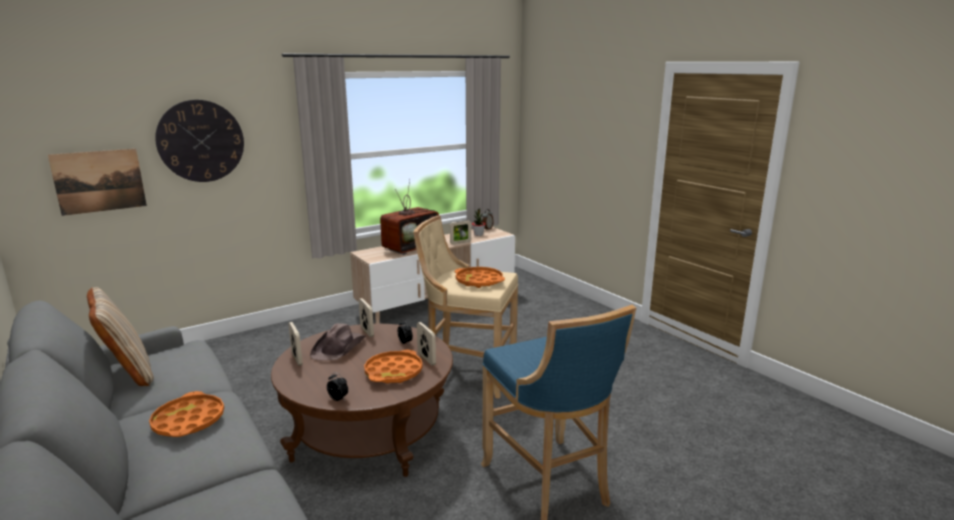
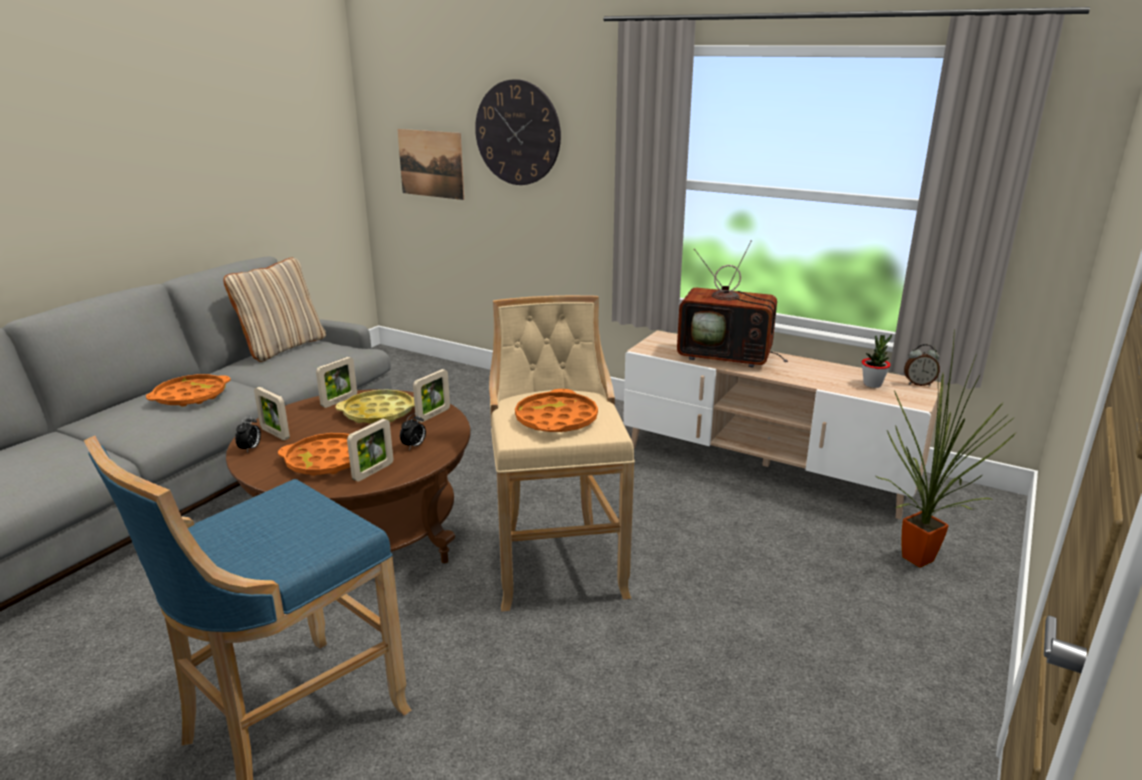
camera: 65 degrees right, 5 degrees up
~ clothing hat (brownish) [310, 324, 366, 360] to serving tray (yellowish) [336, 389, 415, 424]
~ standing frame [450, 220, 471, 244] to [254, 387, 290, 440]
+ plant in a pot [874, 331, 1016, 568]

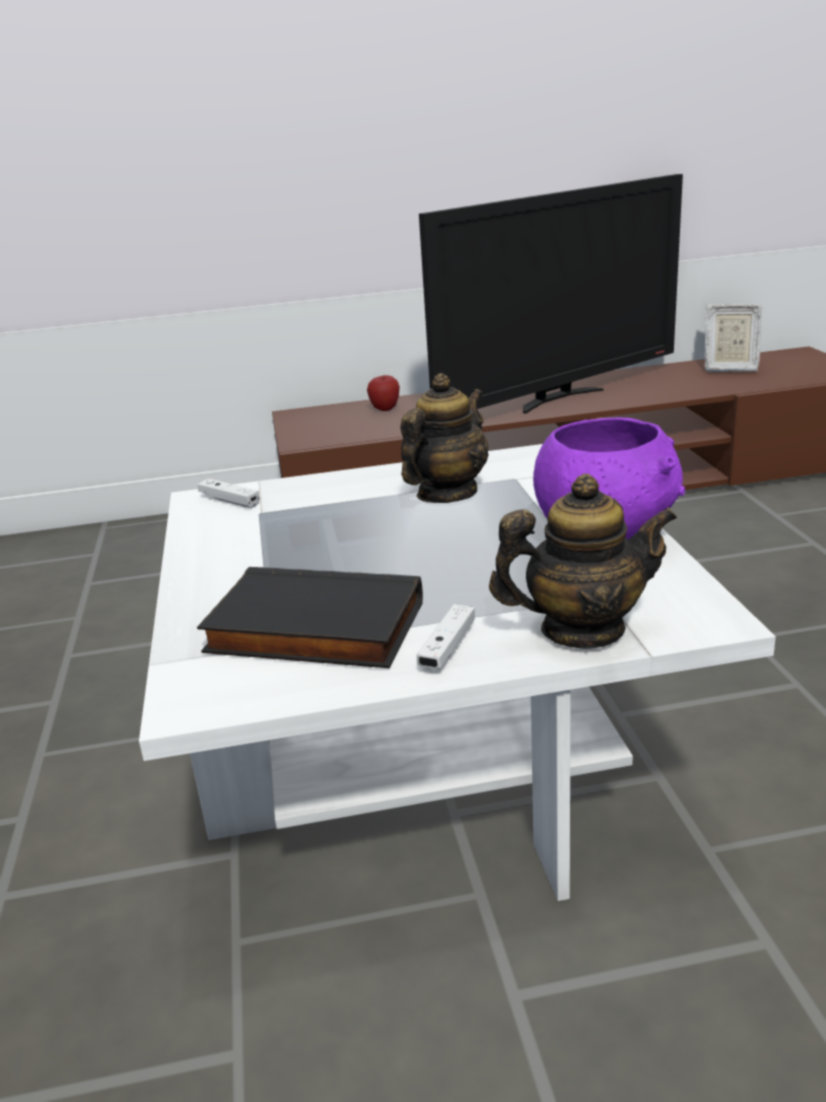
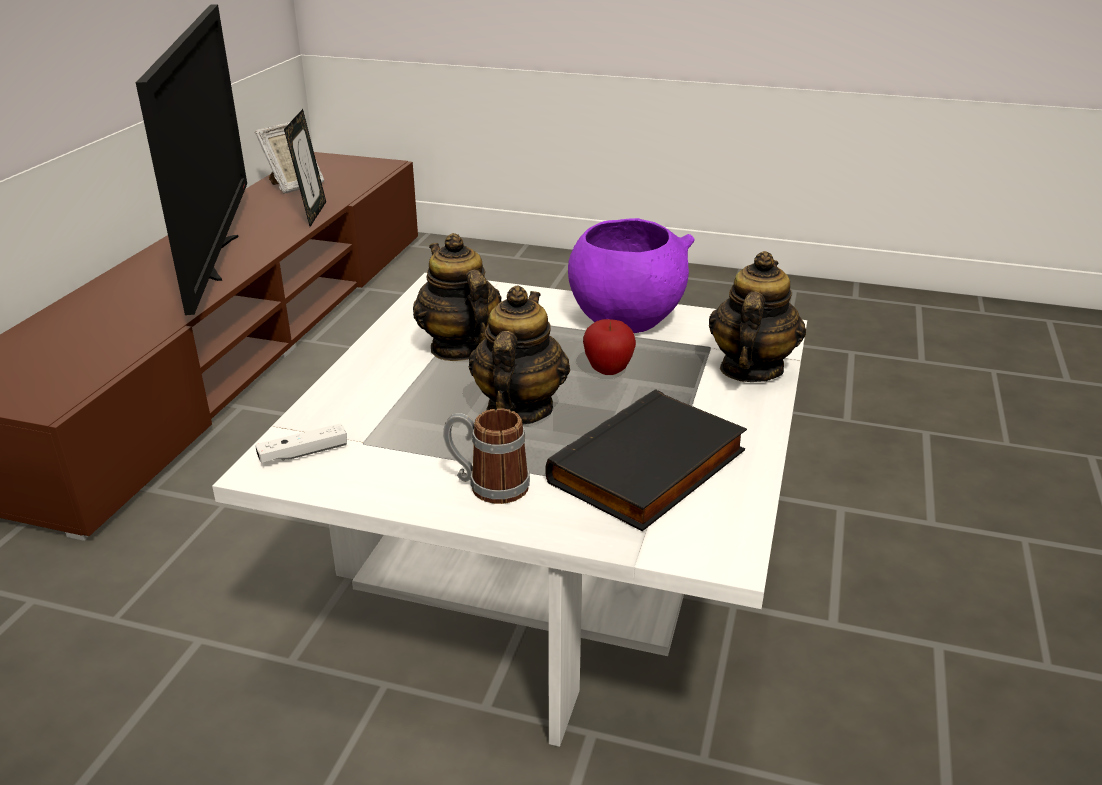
camera: 65 degrees left, 5 degrees up
~ whole apple [367, 375, 400, 411] to [583, 319, 636, 375]
- game controller (white) [417, 604, 475, 669]
+ standing frame [284, 109, 326, 227]
+ coffee mug [443, 408, 530, 504]
+ tea pot [469, 286, 570, 424]

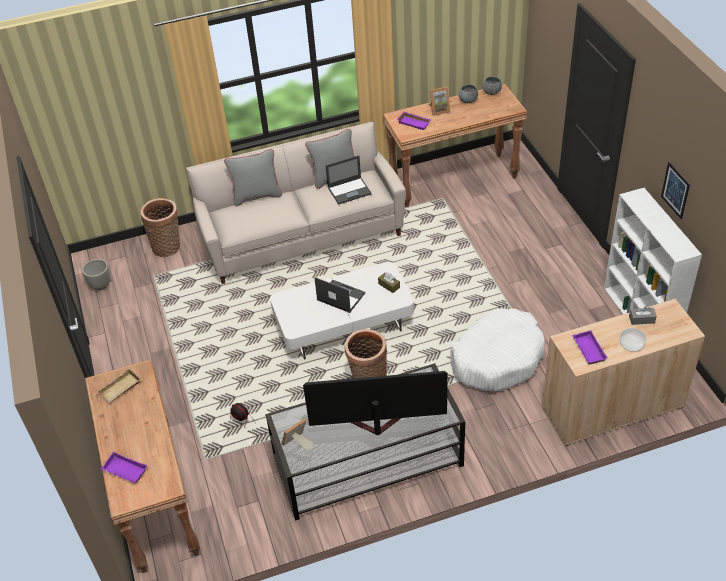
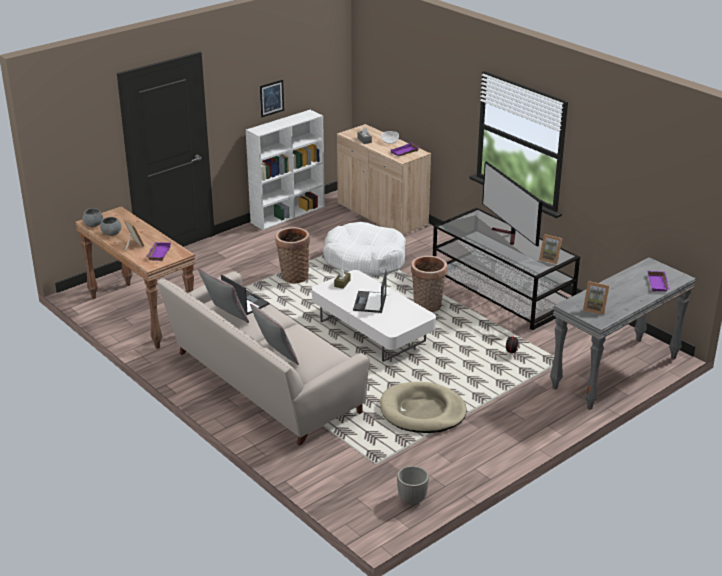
camera: 115 degrees left, 15 degrees down
~ narrow table (brownish) [85, 360, 200, 573] to narrow table (grey) [550, 257, 696, 410]
~ serving tray (beige-coloured) [97, 368, 141, 403] to standing frame [583, 281, 610, 315]
~ household basket [141, 198, 180, 257] to [275, 227, 310, 284]
+ dog cushion (beige-coloured) [380, 382, 467, 433]

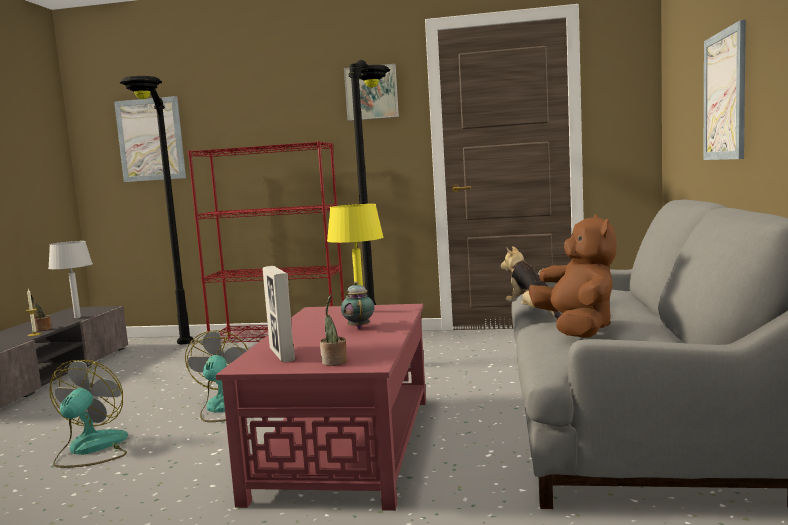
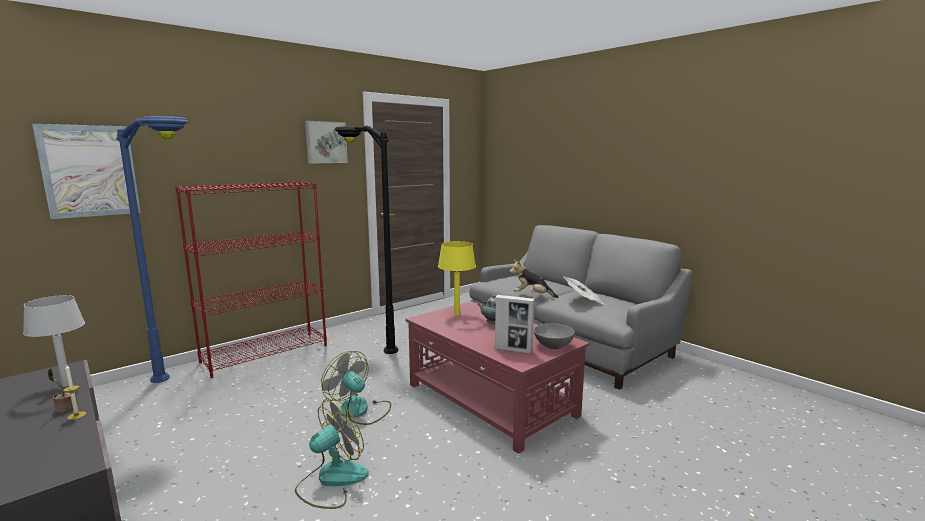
camera: 50 degrees left, 5 degrees up
~ cooling fan [49, 360, 128, 468] = [295, 399, 369, 509] 90 degrees clockwise
~ standing lamp (blackish) [120, 76, 194, 344] to standing lamp (blue) [116, 116, 190, 383]
~ plant in a pot [320, 294, 347, 366] to deep dish (grey) [534, 323, 575, 349]
~ soft toy (brownish) [529, 214, 617, 338] to daily paper [563, 276, 604, 304]
- wall picture [704, 20, 746, 160]

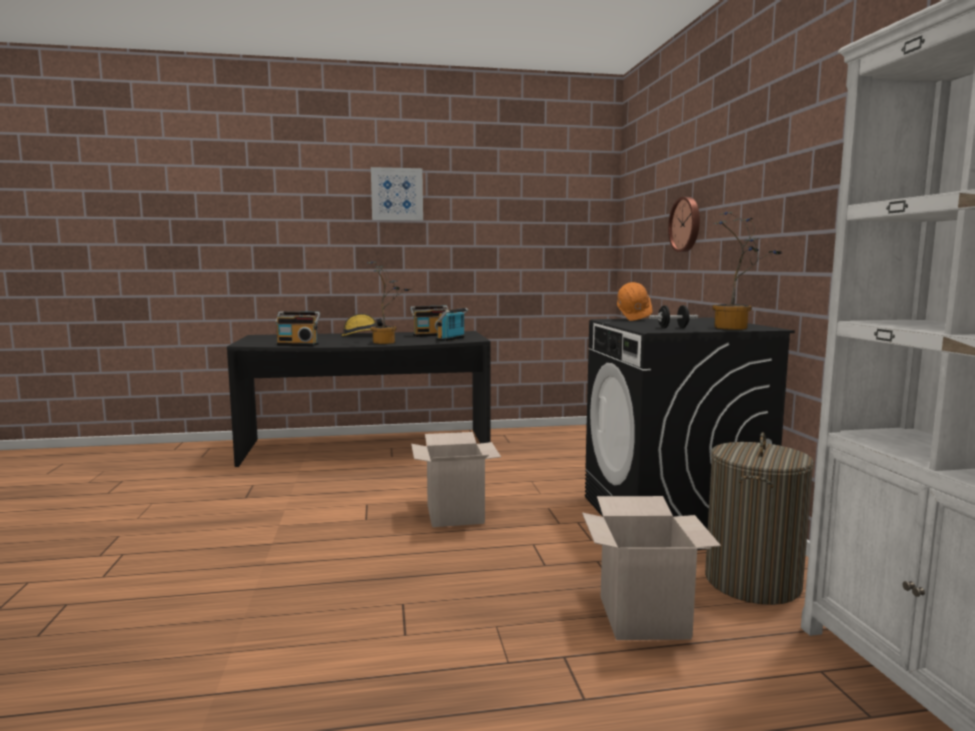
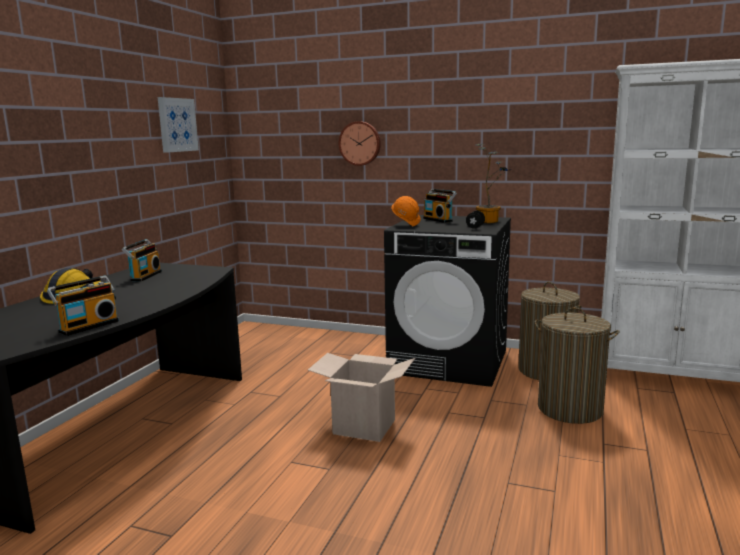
camera: 60 degrees left, 5 degrees up
- plant in a pot [367, 262, 411, 344]
~ wall picture [371, 167, 423, 221] to [158, 97, 199, 153]
~ radio [436, 308, 468, 341] to [423, 189, 457, 223]
~ packing box [582, 496, 721, 640] to laundry basket [535, 307, 619, 424]

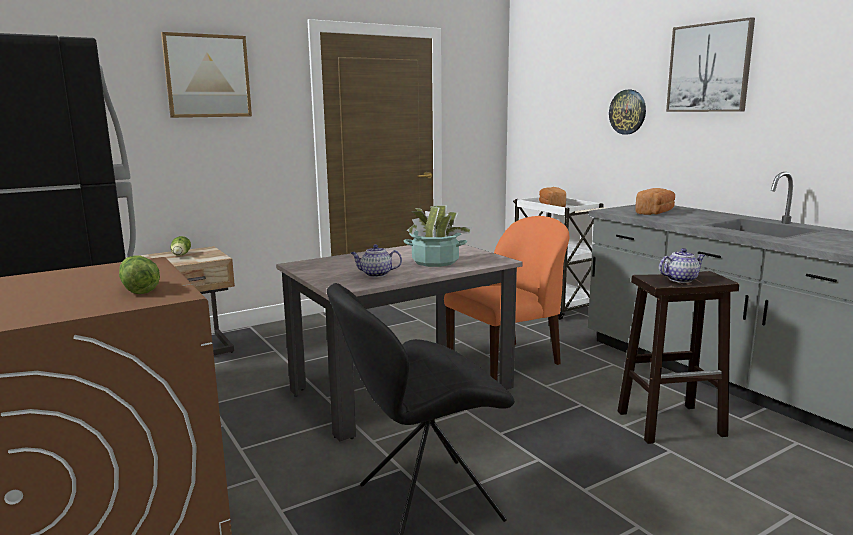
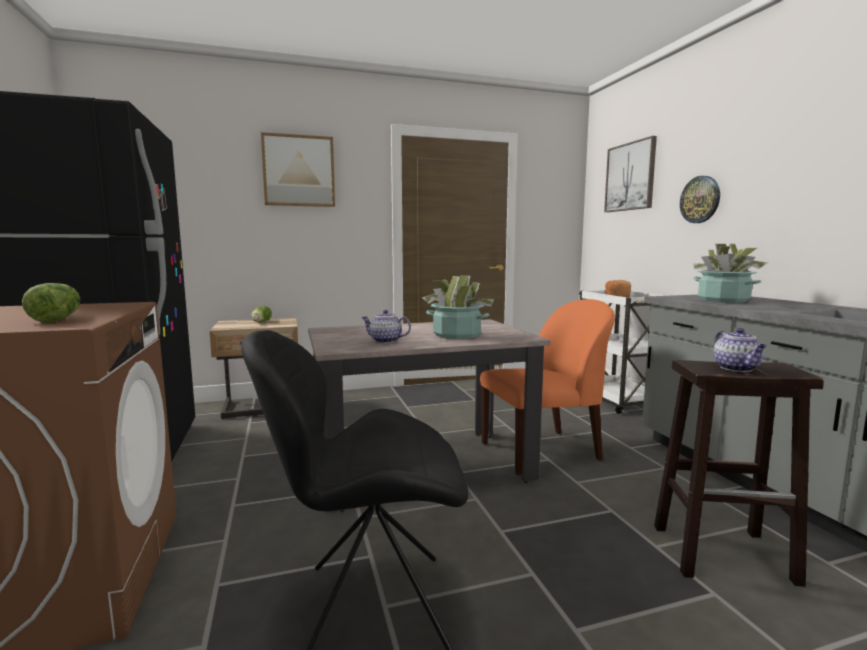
camera: 15 degrees right, 5 degrees down
~ bread [635, 188, 675, 215] to plant in a pot [693, 244, 767, 303]
~ tea pot [659, 248, 705, 283] = [714, 328, 767, 372] 90 degrees clockwise
~ wall picture [666, 17, 755, 112] to [604, 136, 657, 212]

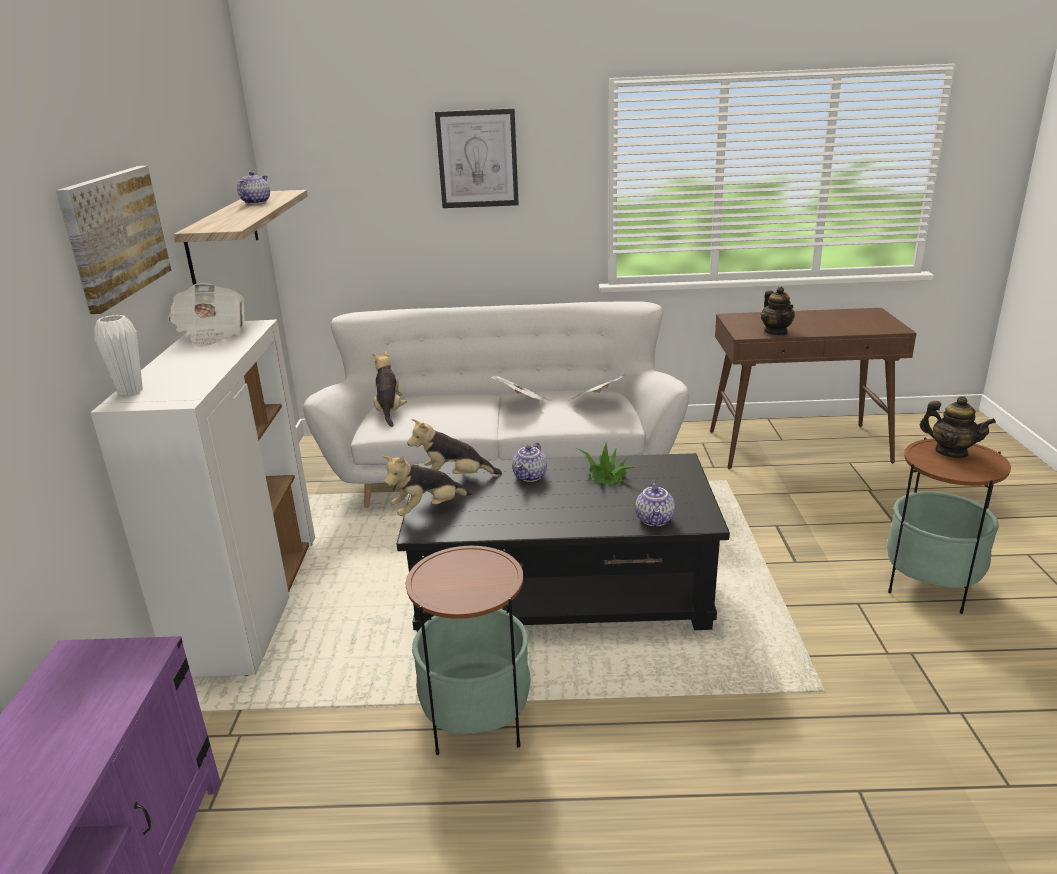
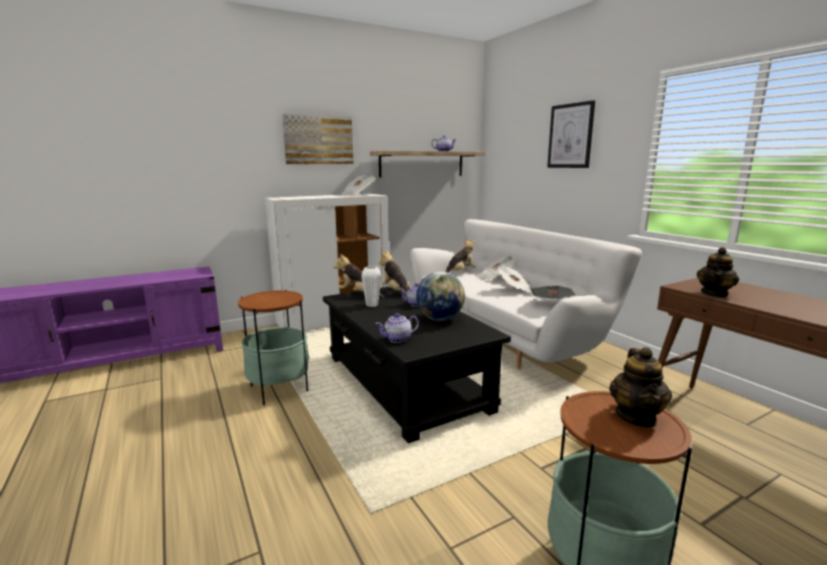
camera: 60 degrees right, 10 degrees down
~ decorative vase (white) [94, 315, 143, 396] to [361, 266, 381, 307]
~ plant in a pot [576, 443, 637, 485] to globe [416, 272, 465, 321]
+ daily paper [476, 256, 514, 280]

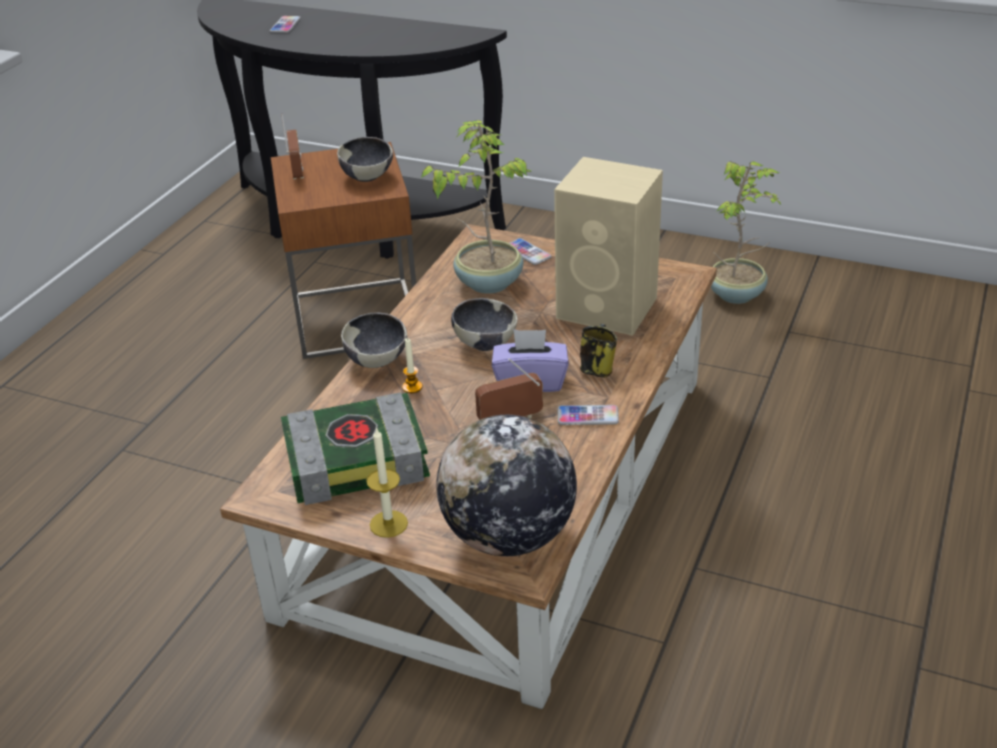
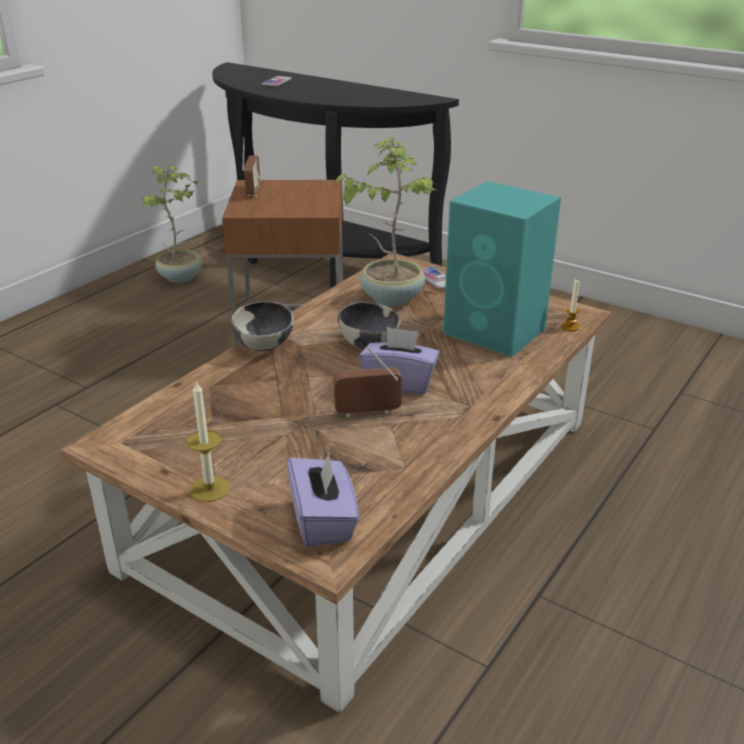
camera: 10 degrees right, 5 degrees down
- book [281, 392, 430, 505]
- deep dish [337, 137, 393, 182]
~ wax candle [402, 338, 422, 393] to [562, 280, 580, 331]
~ globe [436, 415, 577, 556] to tissue holder (purple) [287, 452, 359, 547]
~ audio speaker (beige-coloured) [554, 157, 663, 336] to audio speaker (blue-green) [443, 181, 561, 357]
- telephone [558, 405, 619, 425]
- coffee mug [580, 324, 617, 378]
~ plant in a pot [711, 161, 781, 304] to [142, 165, 202, 283]

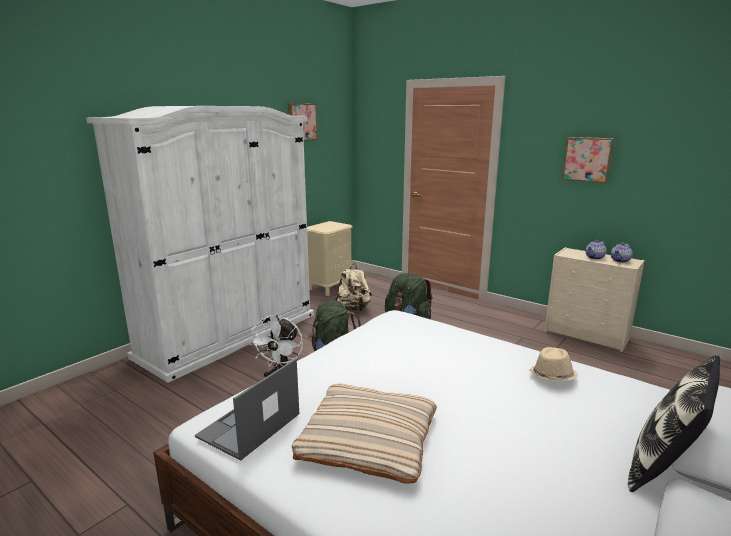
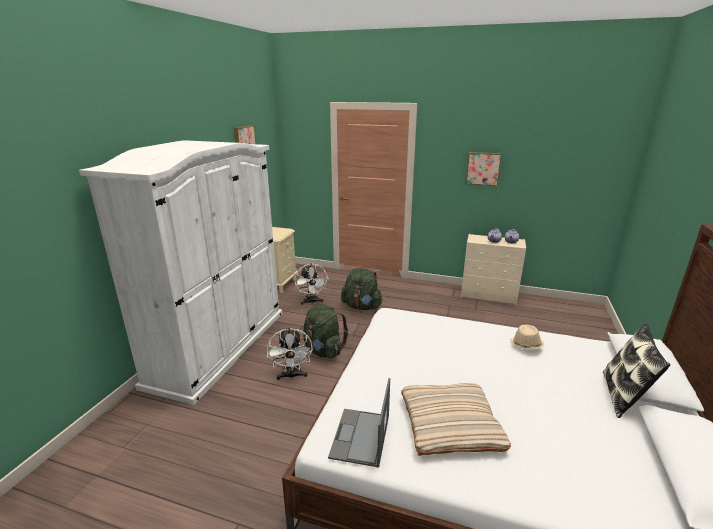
camera: 20 degrees left, 5 degrees up
~ rucksack (beige-coloured) [335, 264, 372, 311] to cooling fan (white) [295, 263, 328, 305]

